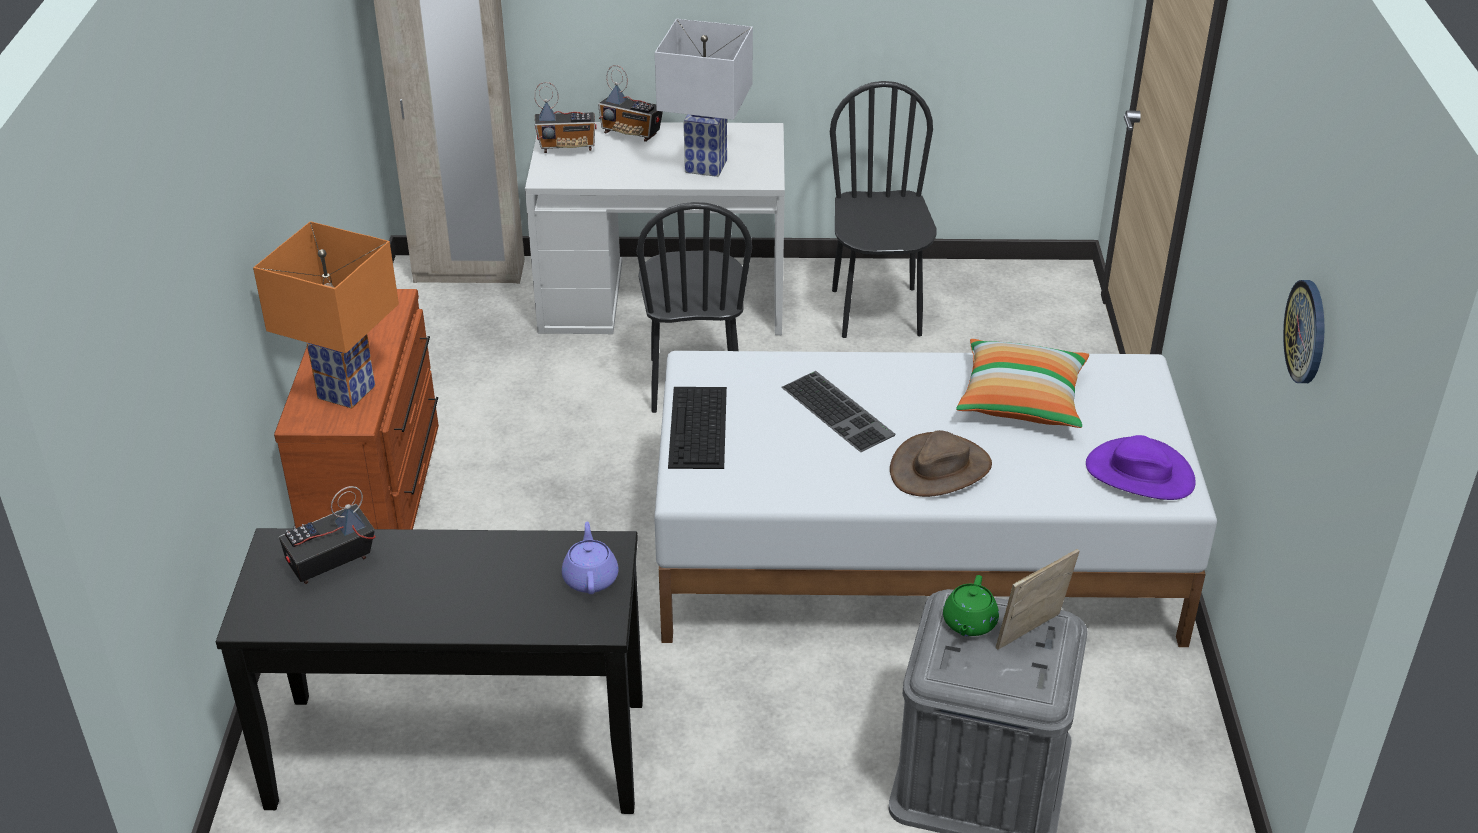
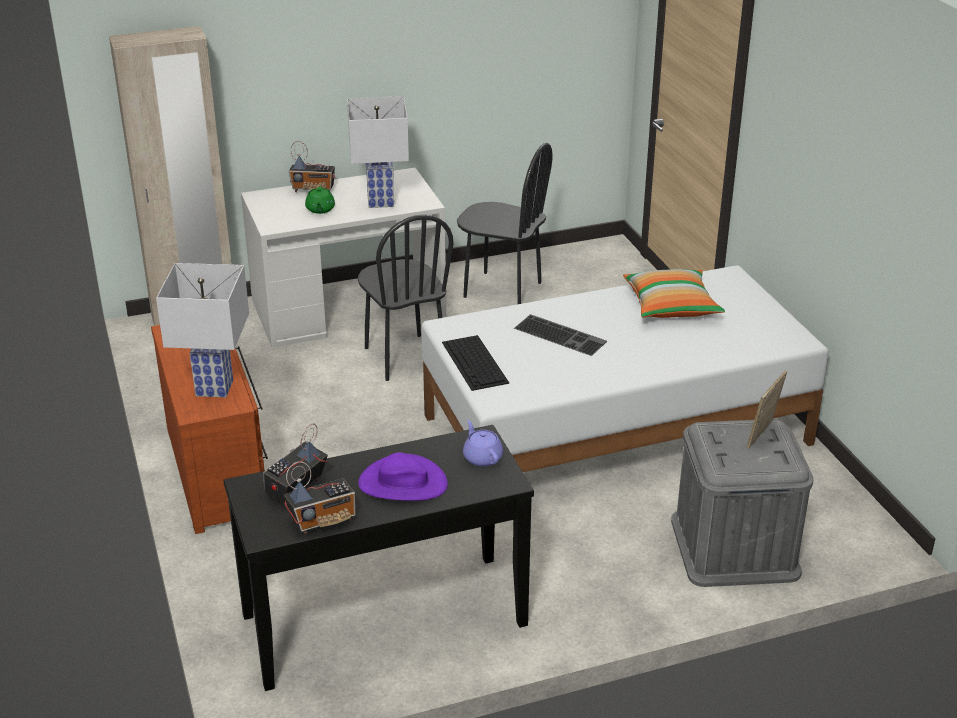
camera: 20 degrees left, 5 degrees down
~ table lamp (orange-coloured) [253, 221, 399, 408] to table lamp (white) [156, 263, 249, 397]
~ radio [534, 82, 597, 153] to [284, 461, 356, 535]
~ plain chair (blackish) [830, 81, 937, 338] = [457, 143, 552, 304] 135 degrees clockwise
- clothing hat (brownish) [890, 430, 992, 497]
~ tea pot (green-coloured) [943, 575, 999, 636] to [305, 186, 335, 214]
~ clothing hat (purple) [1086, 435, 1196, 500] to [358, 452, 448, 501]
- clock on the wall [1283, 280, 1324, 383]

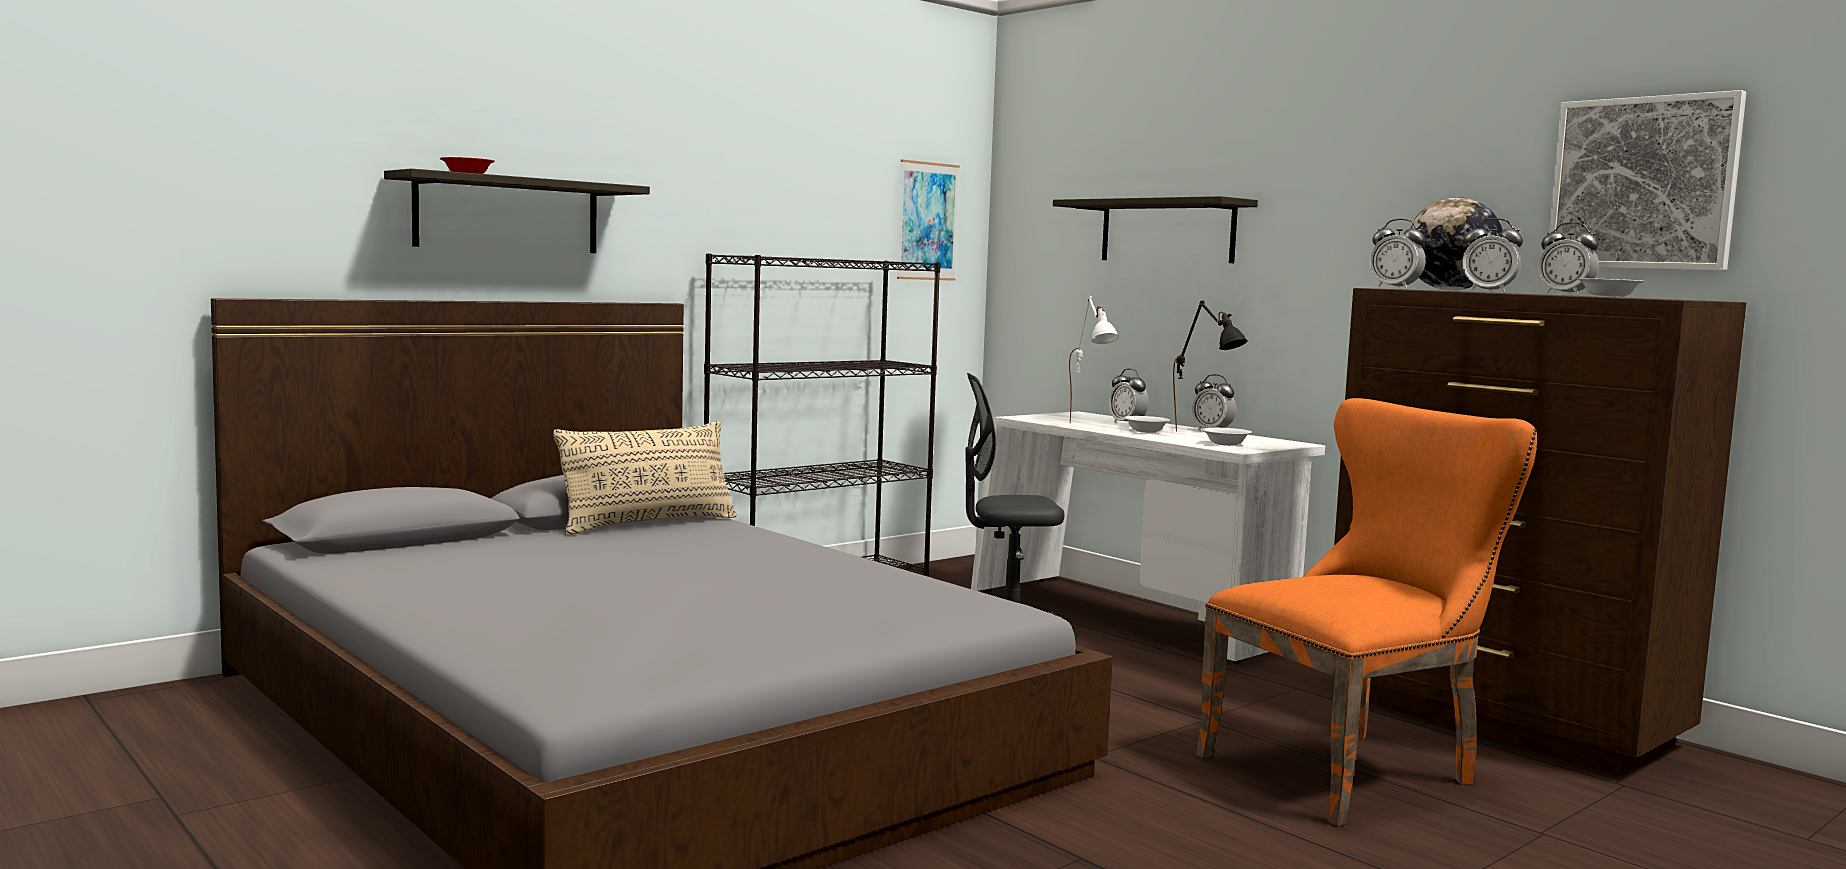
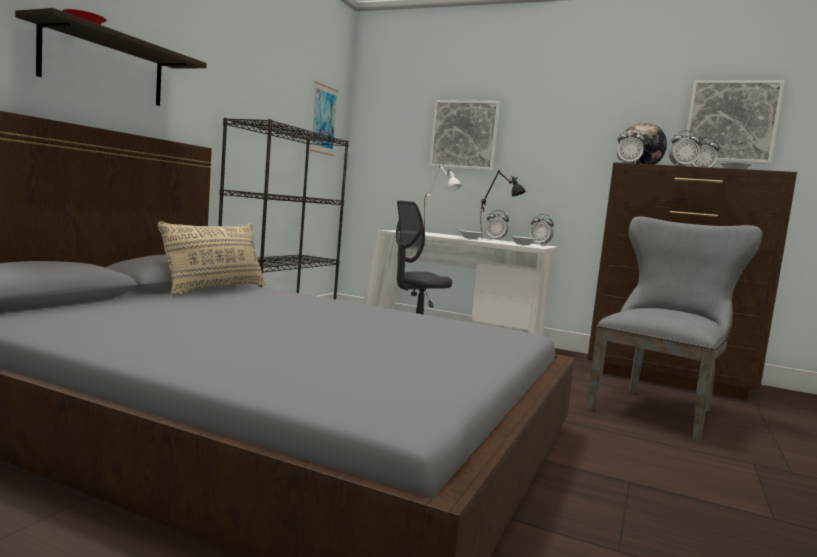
camera: 25 degrees left, 0 degrees up
~ wall shelf [1053, 196, 1258, 263] to wall picture [429, 100, 500, 171]
~ bedside clock [1109, 369, 1149, 425] to [530, 214, 554, 245]
~ plain chair (orange-coloured) [1196, 398, 1537, 826] to plain chair (grey) [586, 216, 763, 442]

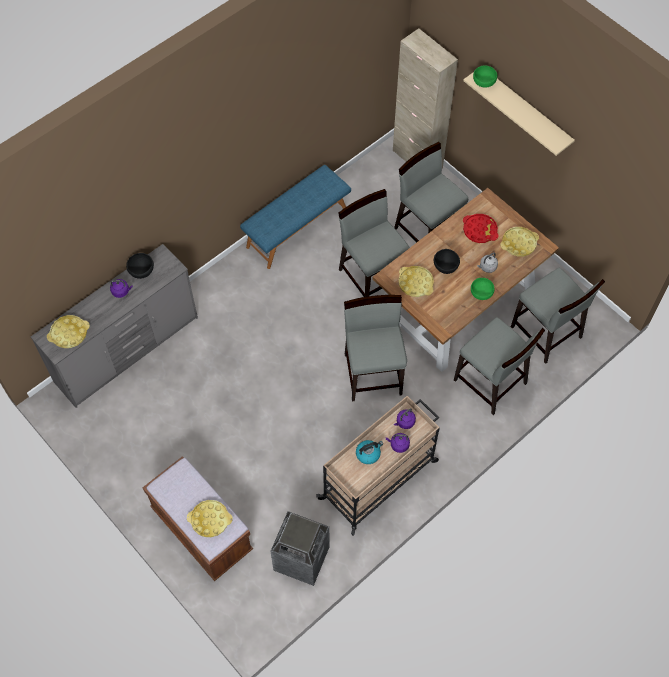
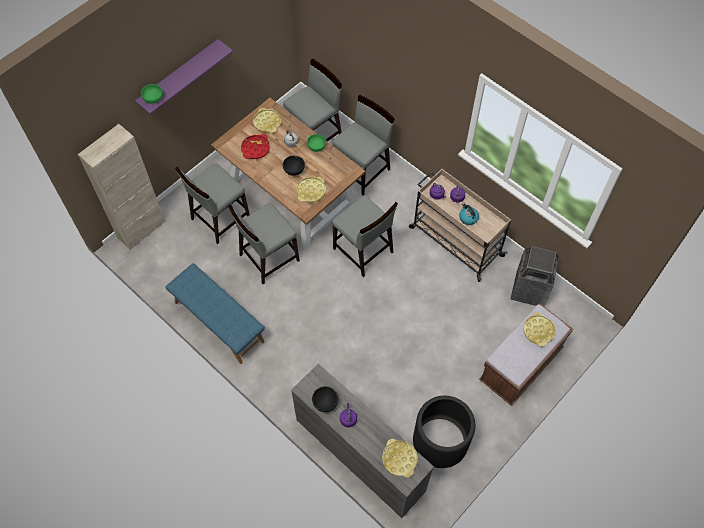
camera: 95 degrees left, 0 degrees up
~ plain chair (grey) [344, 295, 407, 402] = [332, 195, 398, 277] 120 degrees counterclockwise
~ wall shelf (beige-coloured) [463, 72, 575, 156] to wall shelf (purple) [135, 39, 233, 114]
+ plant pot (blackish) [413, 396, 475, 468]

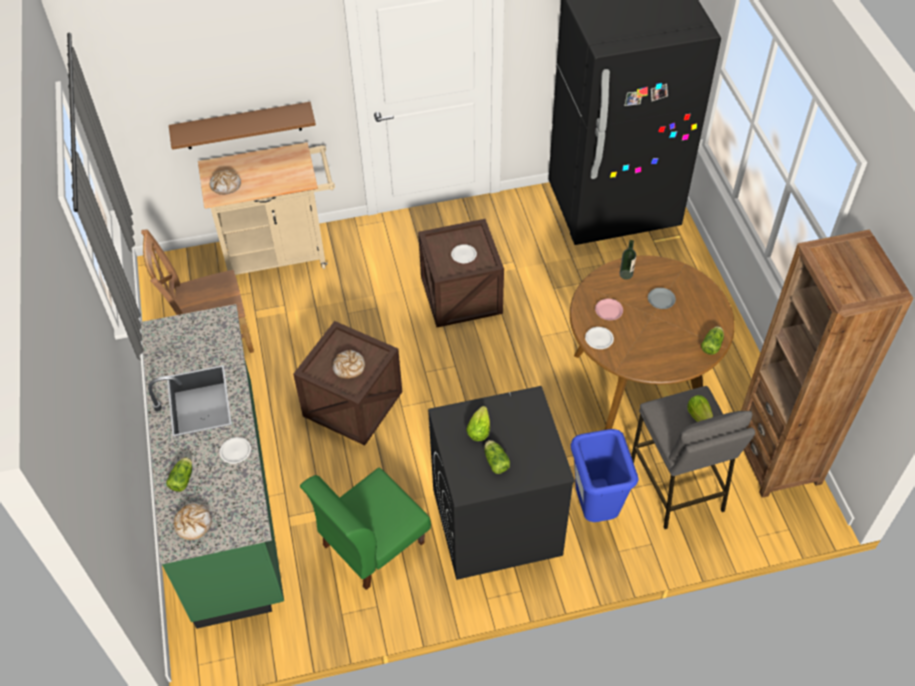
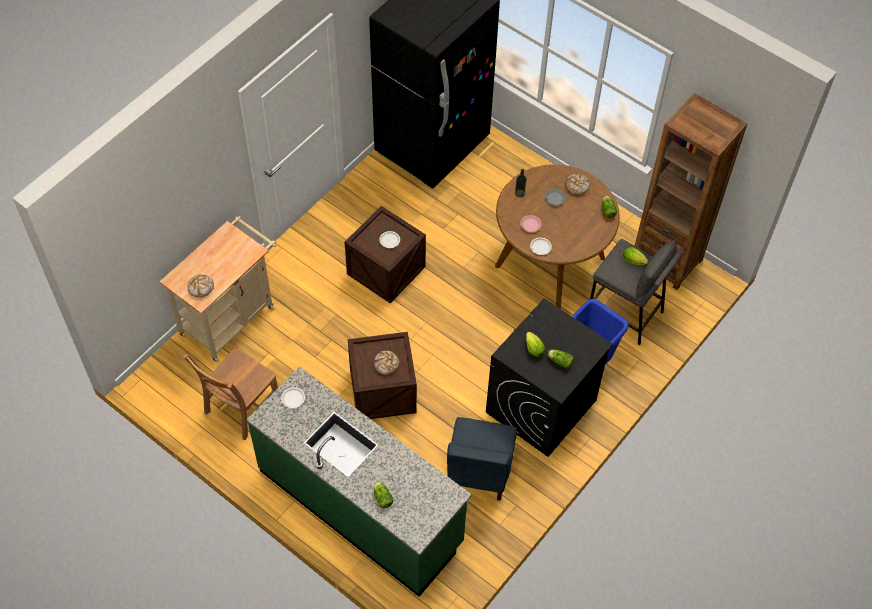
camera: 40 degrees left, 5 degrees up
- wall shelf (brownish) [169, 102, 316, 150]
~ bread [173, 503, 212, 540] to [565, 174, 590, 195]
~ flat dish (white) [220, 437, 251, 464] to [281, 387, 305, 408]
~ plain chair (green-coloured) [300, 467, 431, 590] to plain chair (blue) [447, 417, 517, 501]

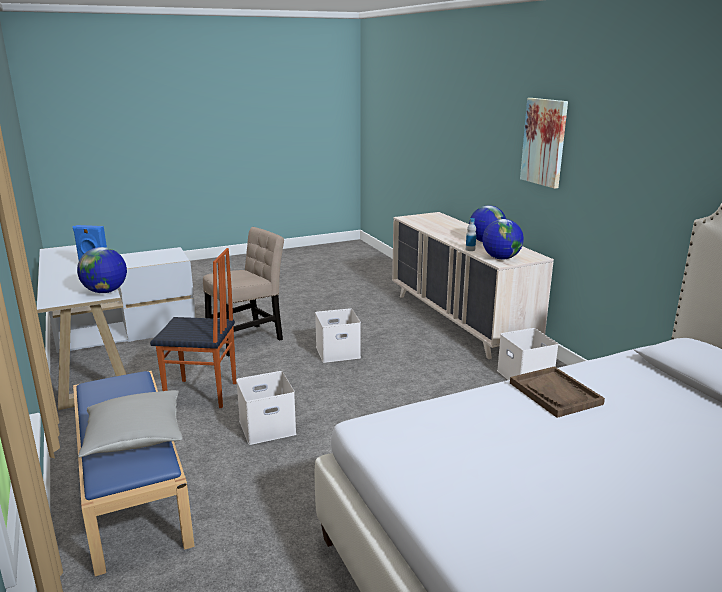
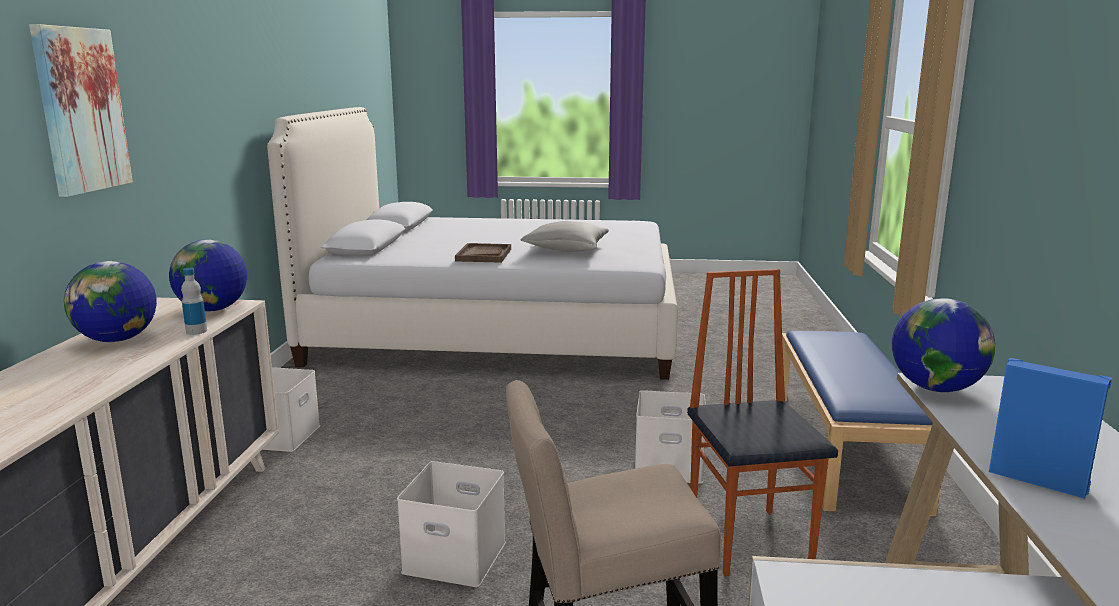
camera: 150 degrees left, 5 degrees down
~ cushion (grey) [78, 390, 182, 457] to [521, 221, 609, 252]
~ plain chair [150, 248, 237, 408] = [687, 269, 838, 576] 45 degrees clockwise

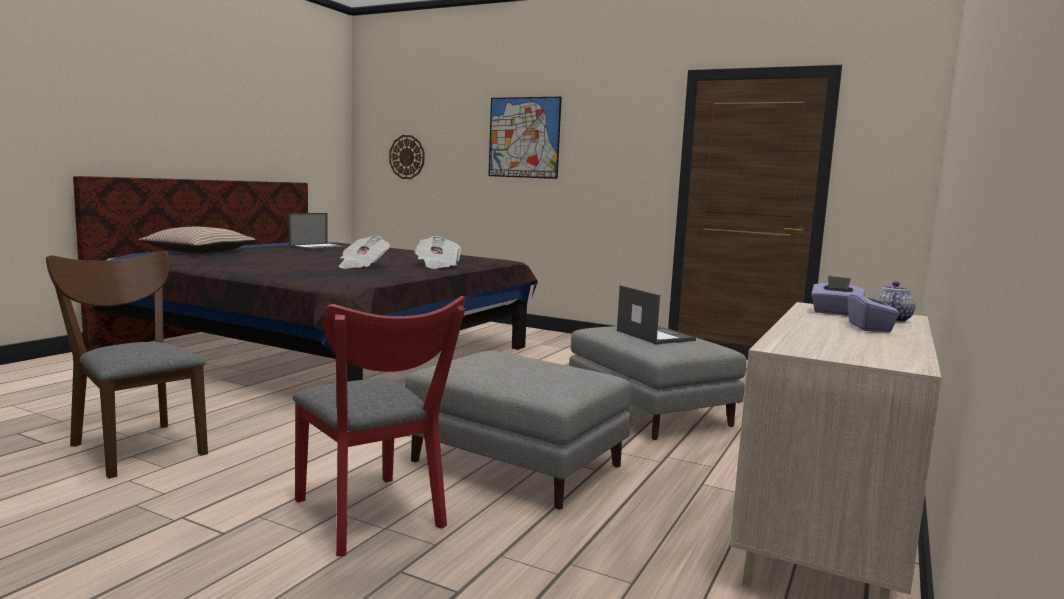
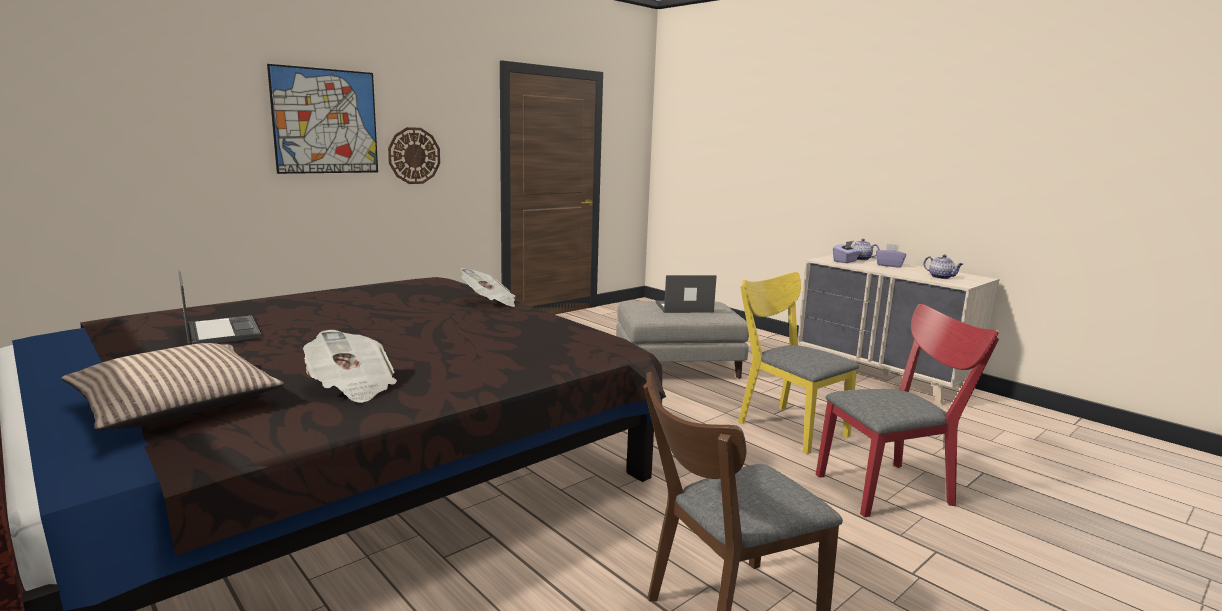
camera: 70 degrees left, 5 degrees up
~ daily paper [339, 236, 390, 269] to [303, 330, 397, 403]
~ clock on the wall [389, 135, 425, 179] to [388, 127, 440, 184]
~ pouffe (grey) [405, 351, 632, 510] to plain chair (yellowish) [738, 272, 859, 454]
+ tea pot [924, 254, 963, 279]

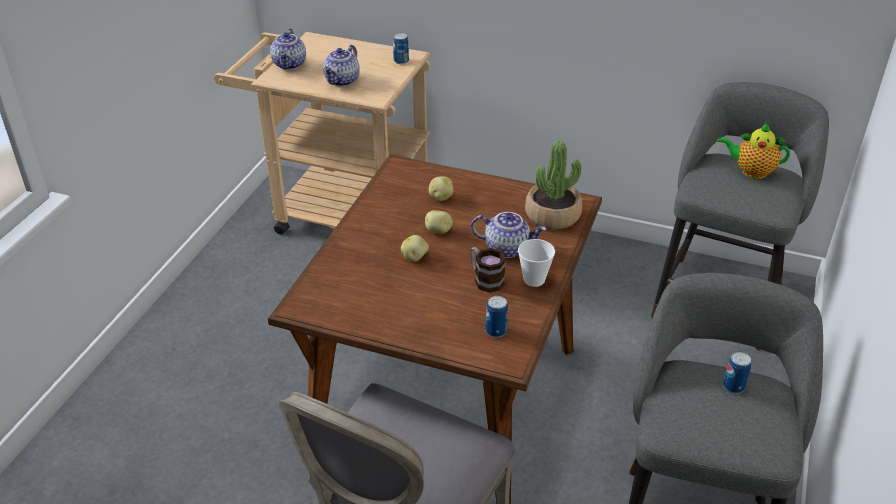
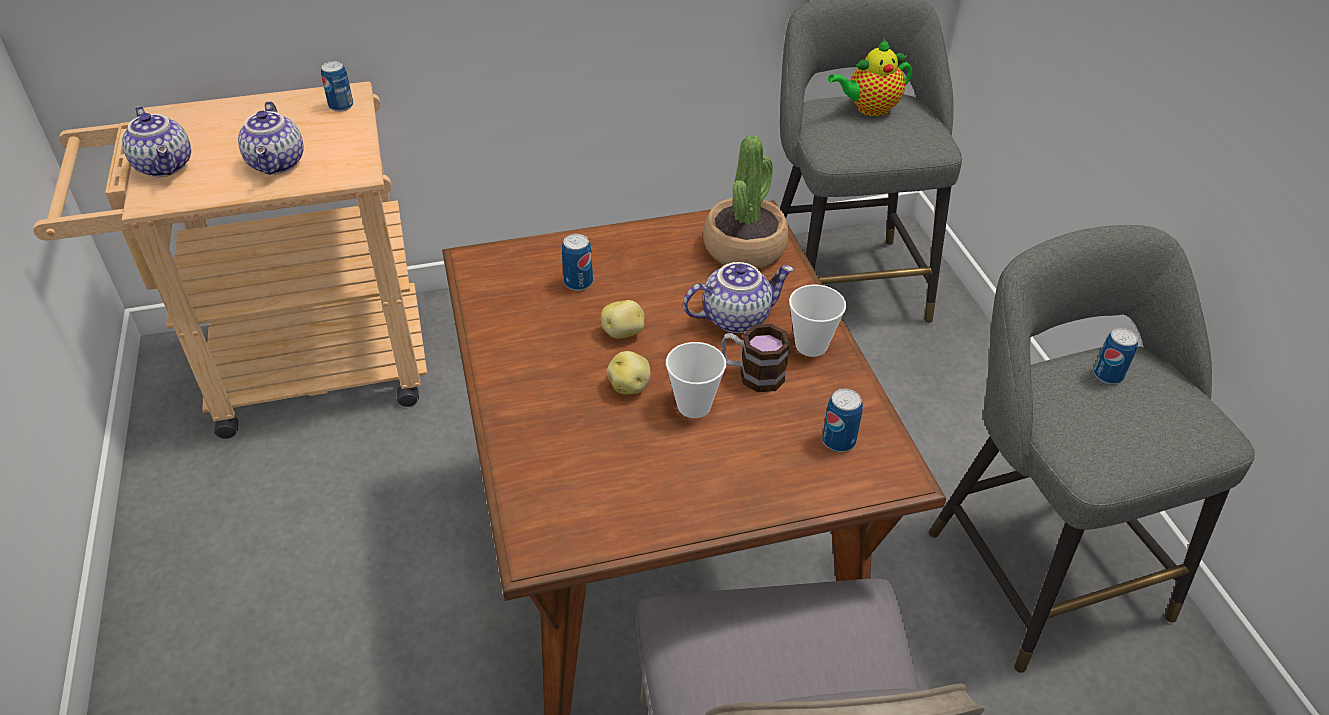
camera: 35 degrees left, 5 degrees up
~ spud [429, 177, 453, 201] to metal can [562, 234, 593, 291]
+ small cup [666, 342, 726, 418]

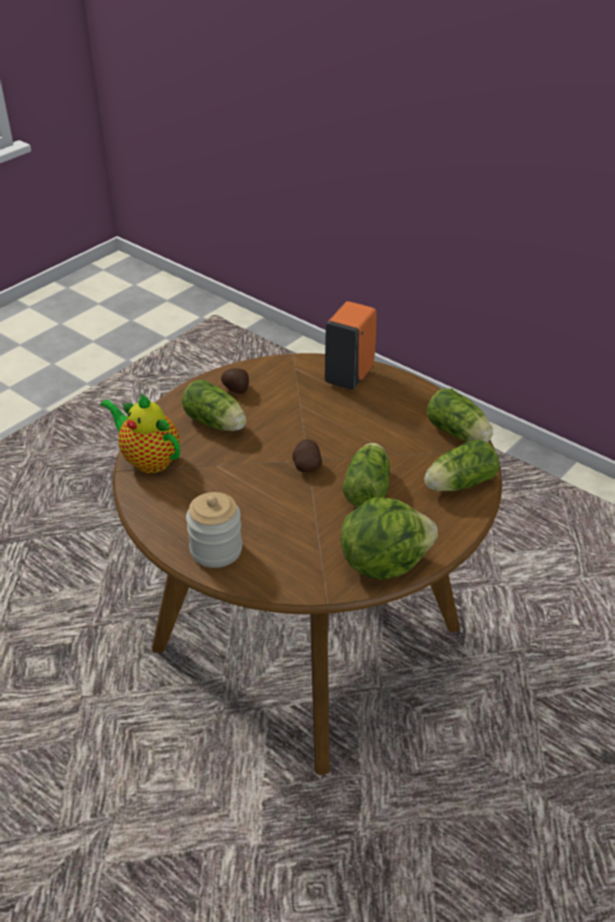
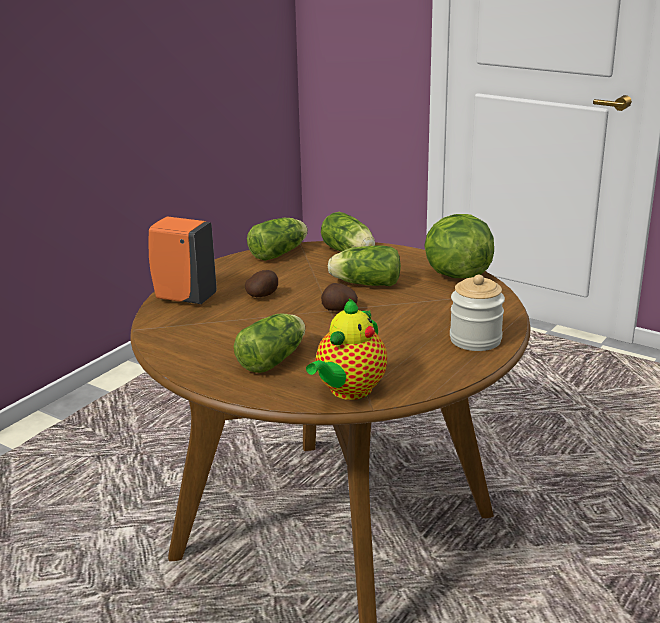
camera: 95 degrees left, 15 degrees down
~ spud [221, 368, 249, 394] to [245, 270, 278, 297]

